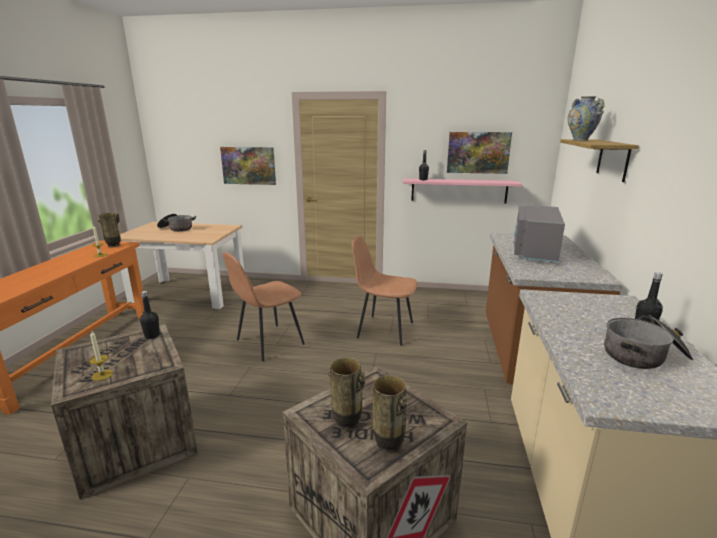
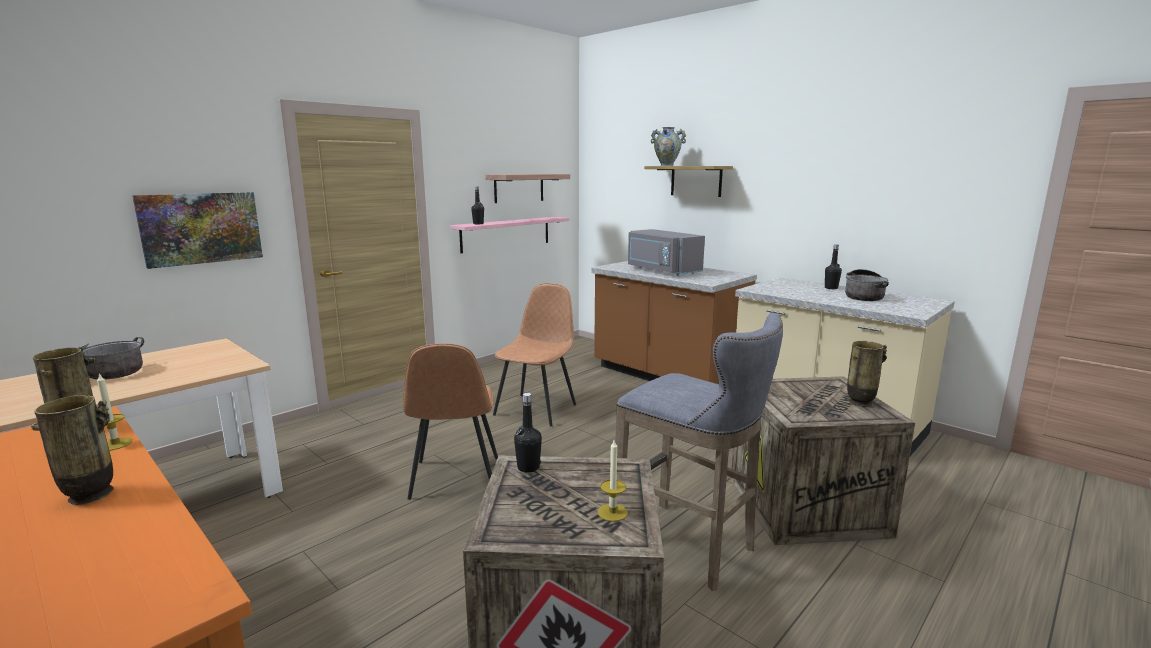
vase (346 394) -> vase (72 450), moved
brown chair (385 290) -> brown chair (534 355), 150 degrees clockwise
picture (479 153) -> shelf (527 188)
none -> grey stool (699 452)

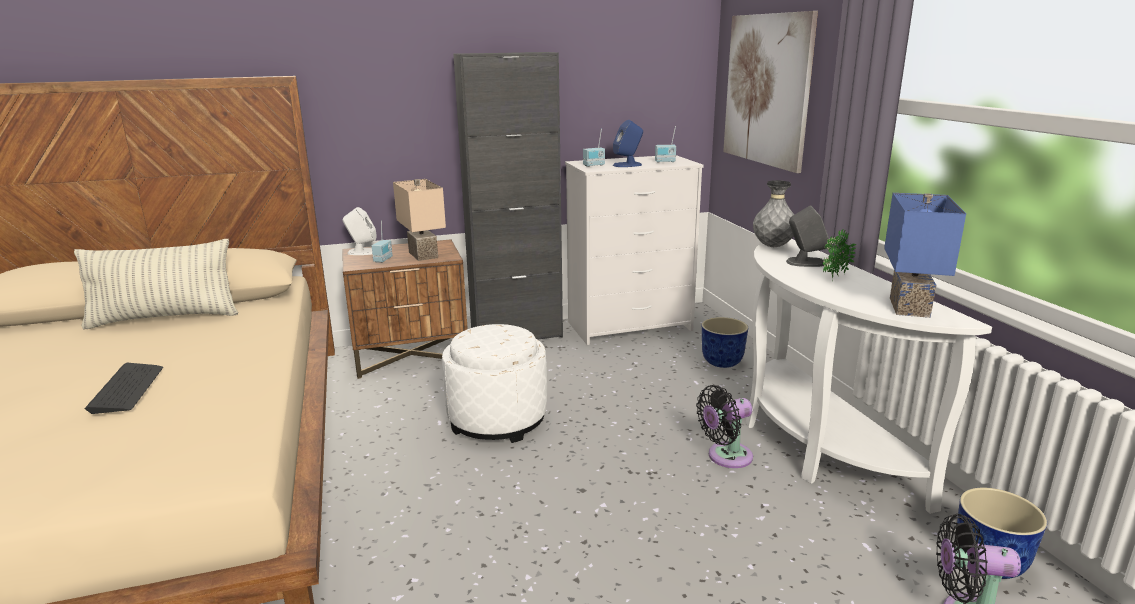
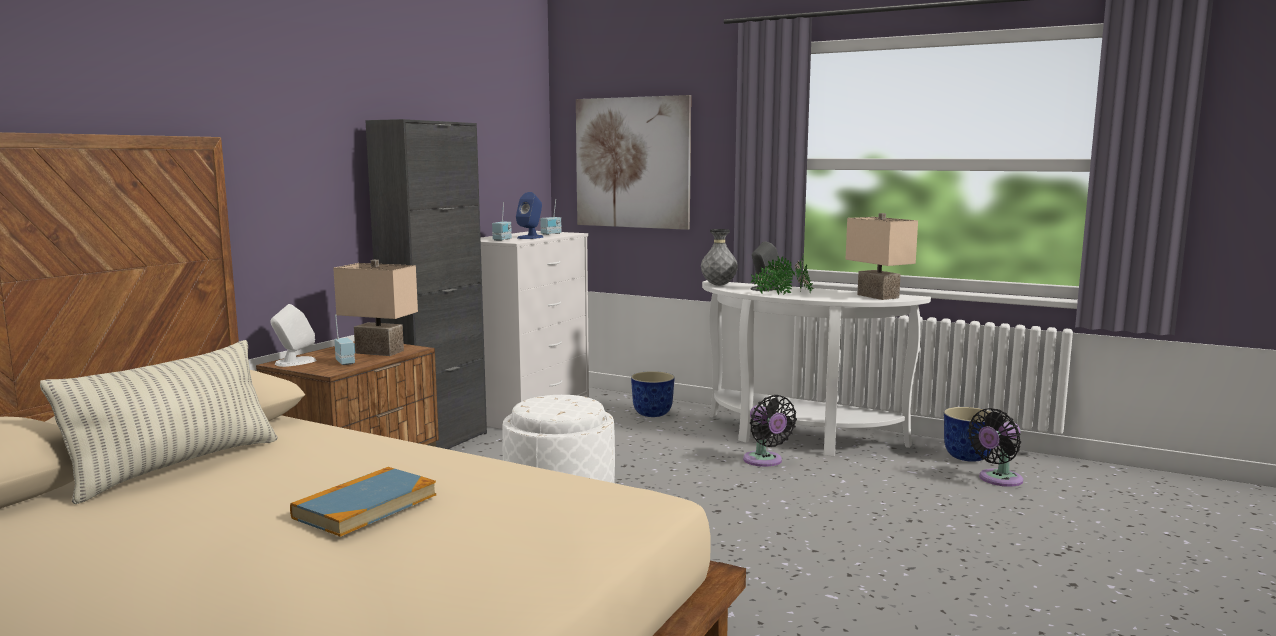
keyboard (123 388) -> book (363 502)
black fan (724 426) -> black fan (770 431), 45 degrees counterclockwise
blue table lamp (925 255) -> beige table lamp (882 256)
none -> potted plant (773 275)

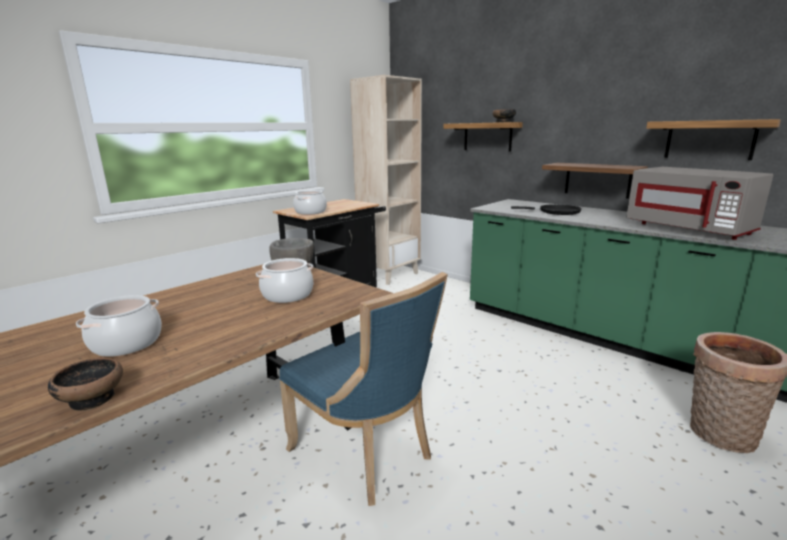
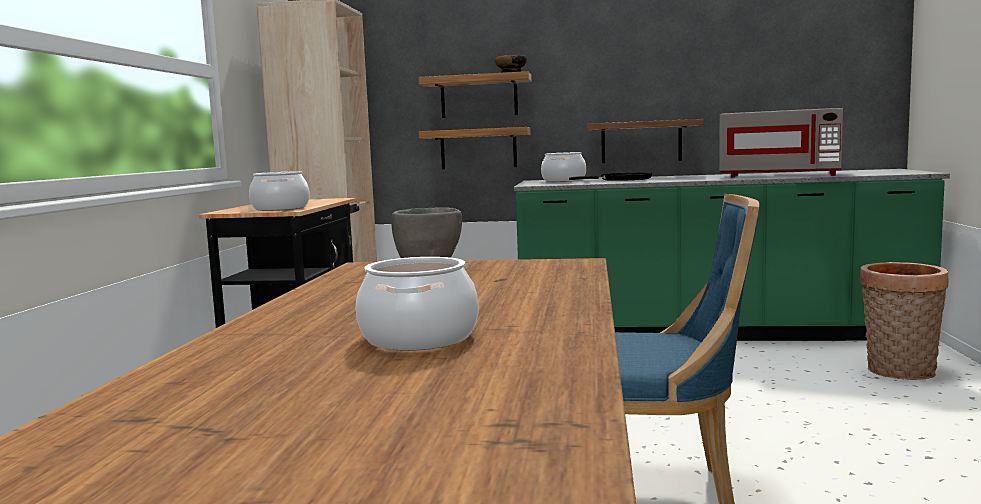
bowl (85 384) -> none
cooking pot (284 280) -> cooking pot (563 167), moved
shelf (713 139) -> shelf (474 148), moved

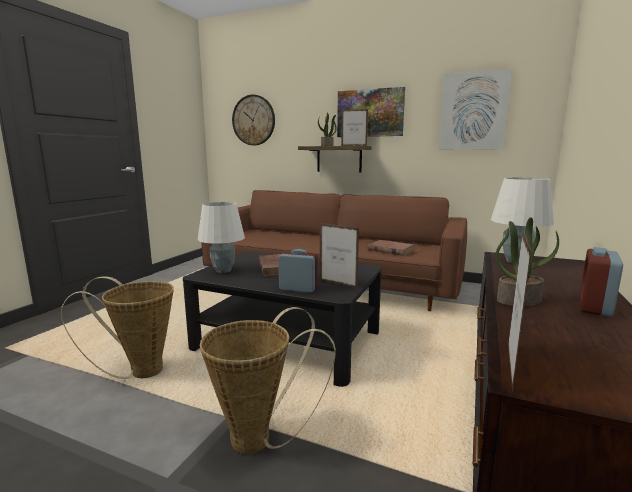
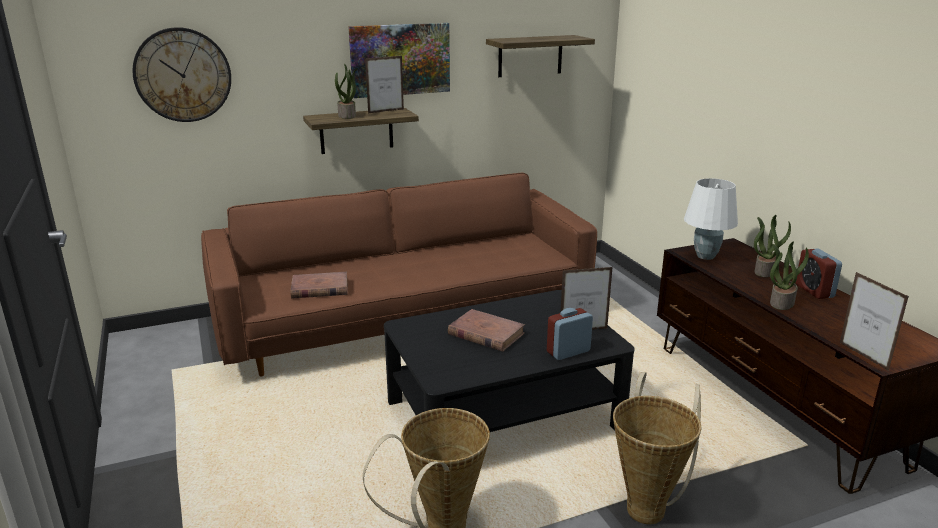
white table lamp (221 237) -> none
brown book (391 248) -> brown book (319 285), moved
picture (476 109) -> shelf (540 56)
none -> potted plant (772 246)

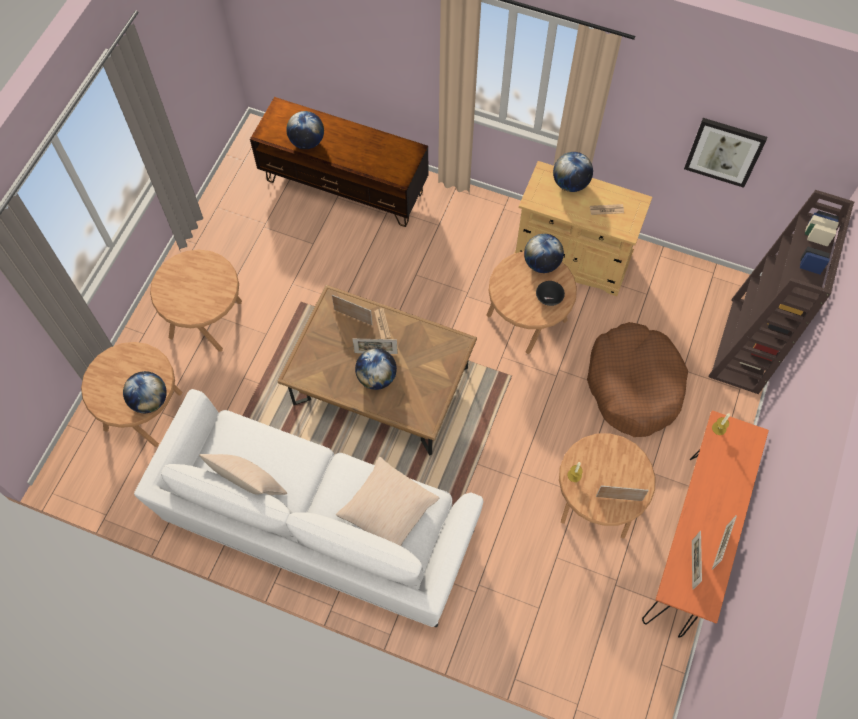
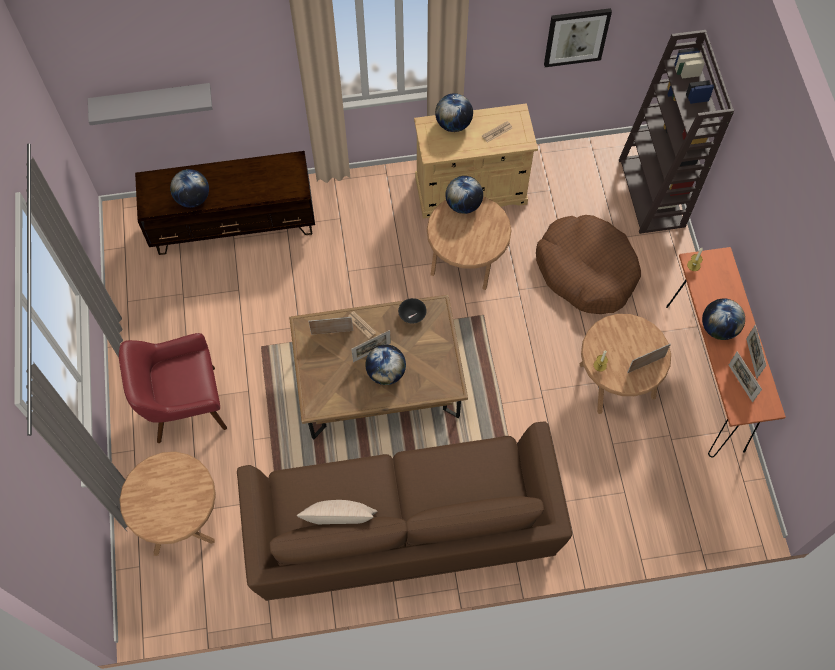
globe (145 392) -> globe (723 319), moved
white sofa (308 508) -> brown sofa (404 511)
brown side table (196 301) -> red armchair (173 388)
beige pillow (388 501) -> none
black bowl (550 293) -> black bowl (412 311), moved
none -> grey shelf (150 104)

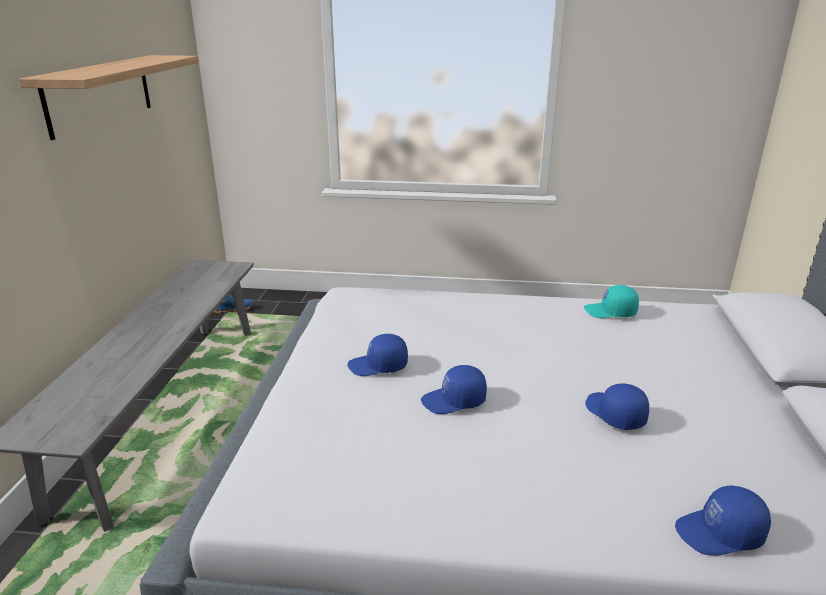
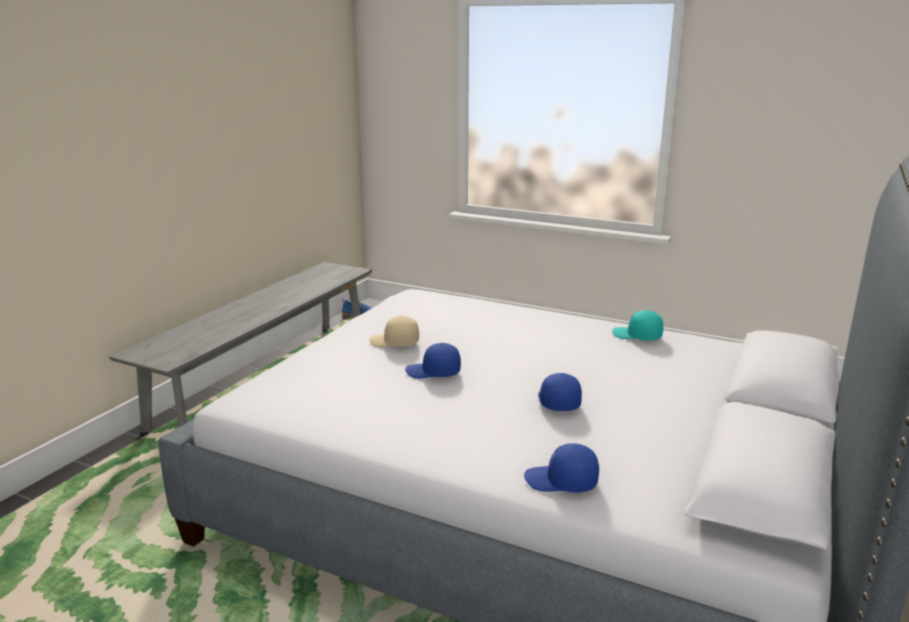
shelf (109 97) -> none
blue cap (377 355) -> beige cap (394 331)

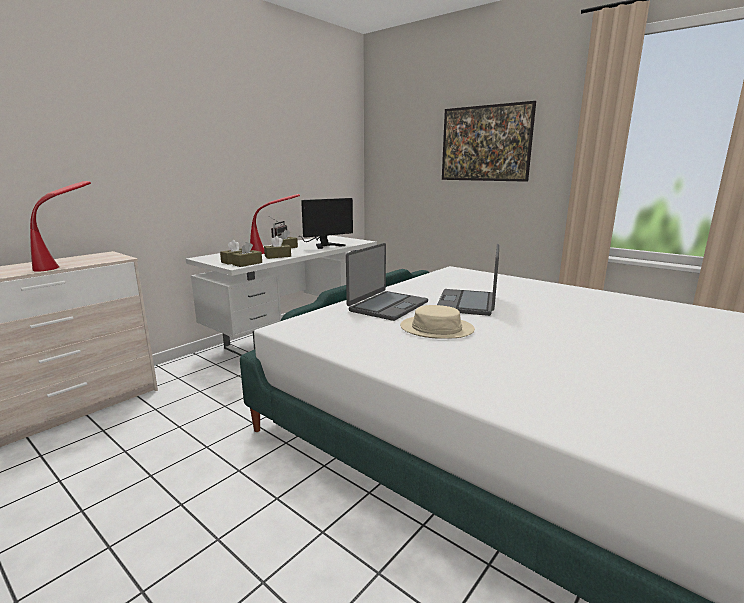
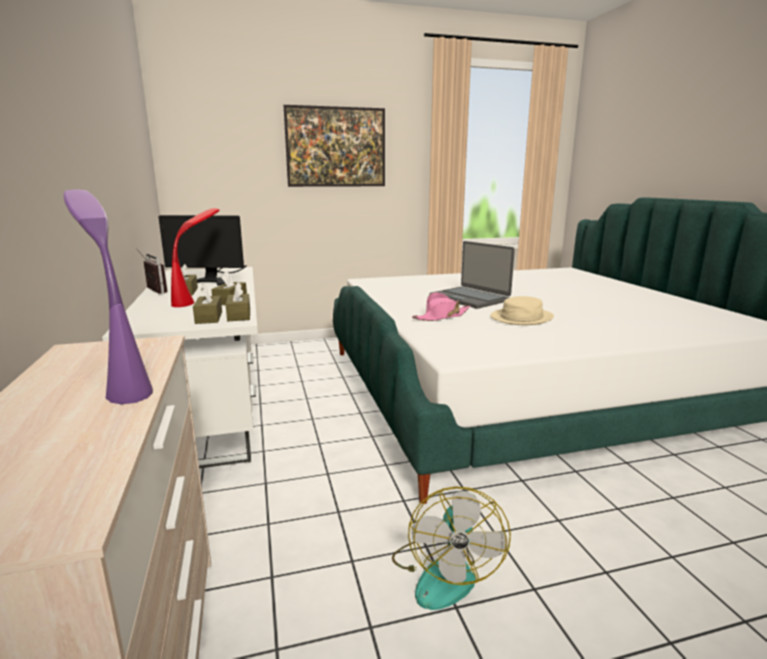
red table lamp (60 226) -> purple table lamp (108 296)
monitor (326 223) -> monitor (202 250), 90 degrees clockwise
laptop (387 282) -> pink hat (441 306)
none -> fan (451 548)

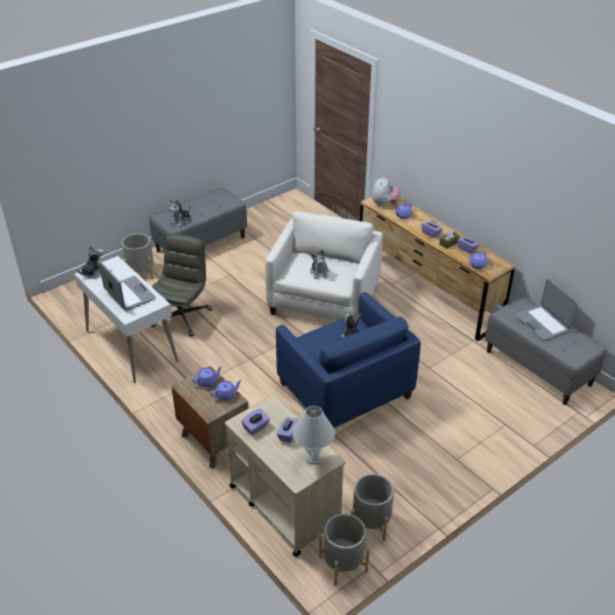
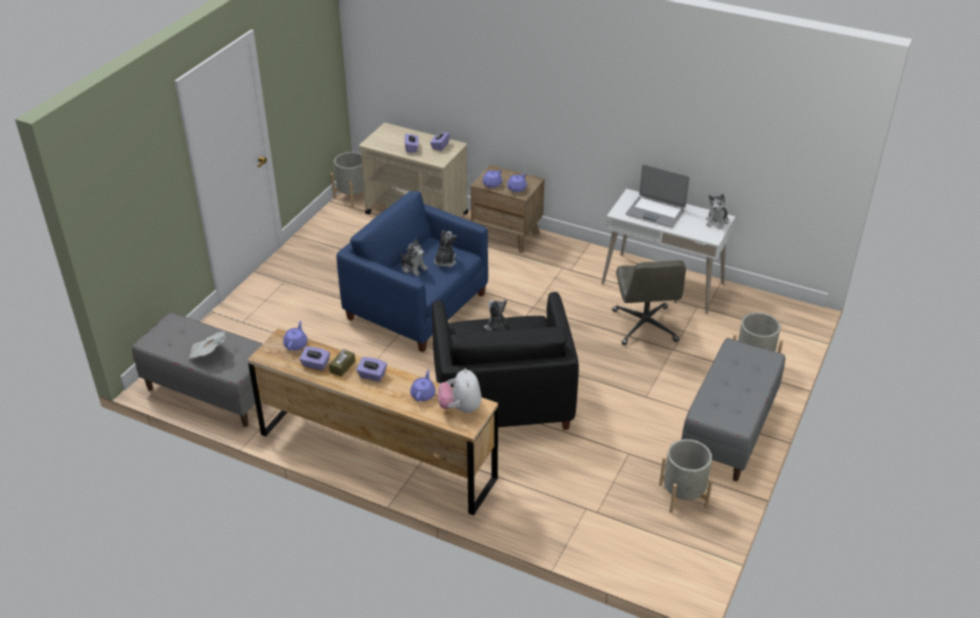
plush toy (179 213) -> plush toy (445 248), moved
white armchair (324 265) -> black armchair (505 361)
white table lamp (313 435) -> none
grey planter (372 507) -> grey planter (686 476), moved
laptop (546 310) -> newspaper (206 345)

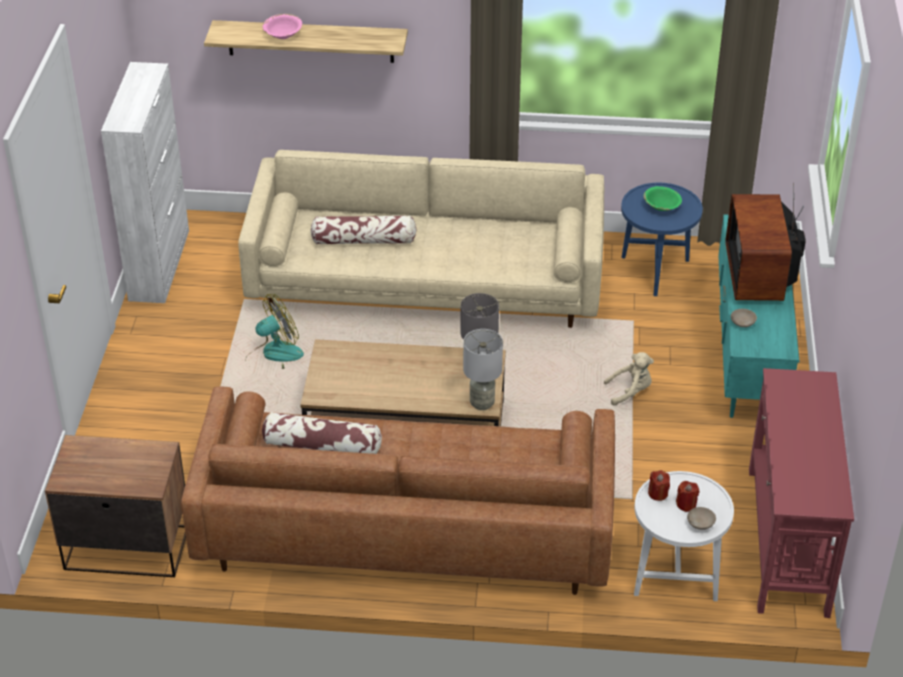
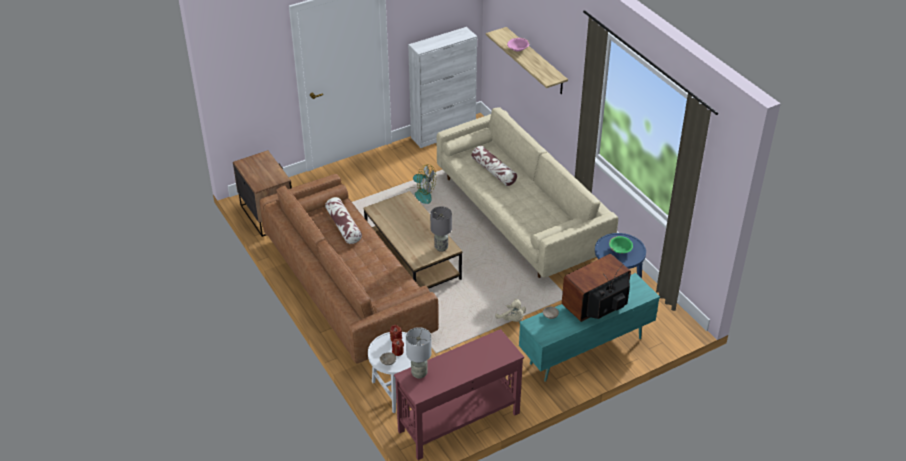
grey table lamp (483 369) -> grey table lamp (419 353), moved

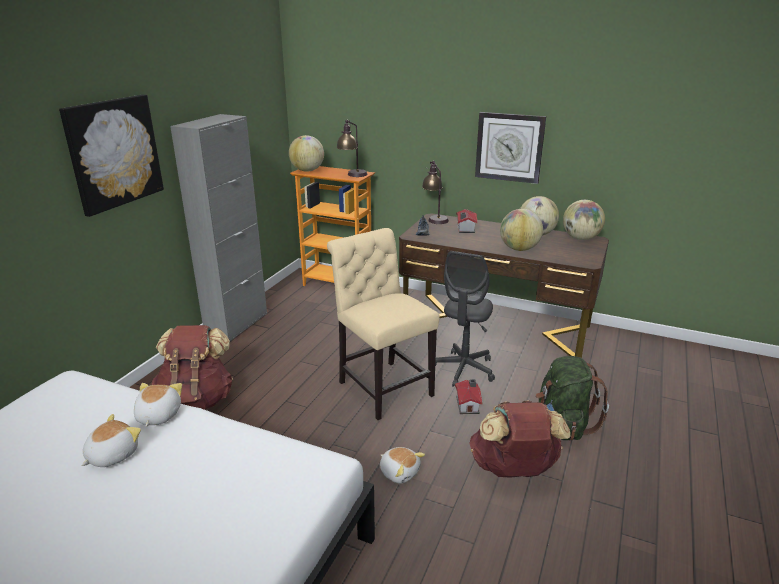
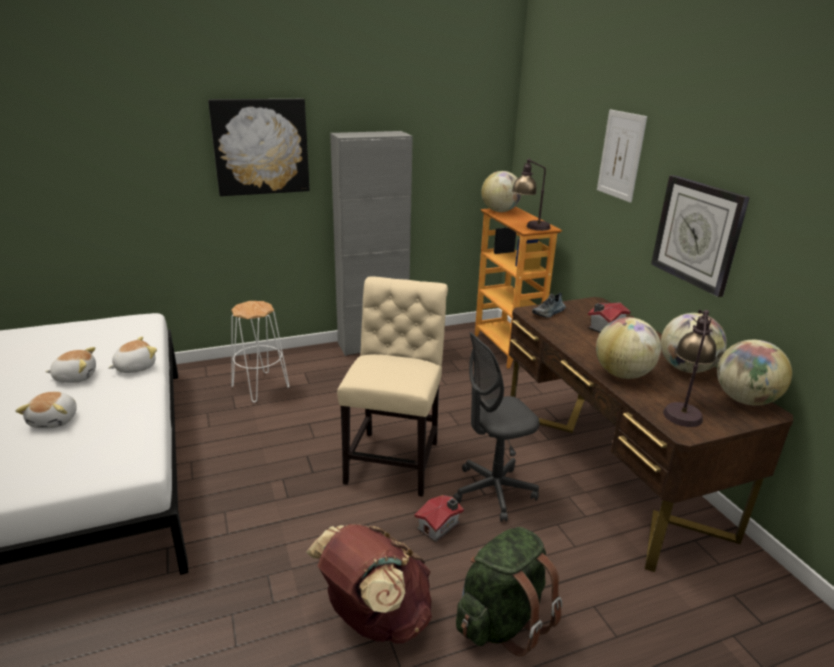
brown backpack (192 367) -> white stool (260 351)
plush toy (402 465) -> plush toy (46 410), moved
table lamp (435 192) -> table lamp (689 368), moved
none -> picture (622 156)

